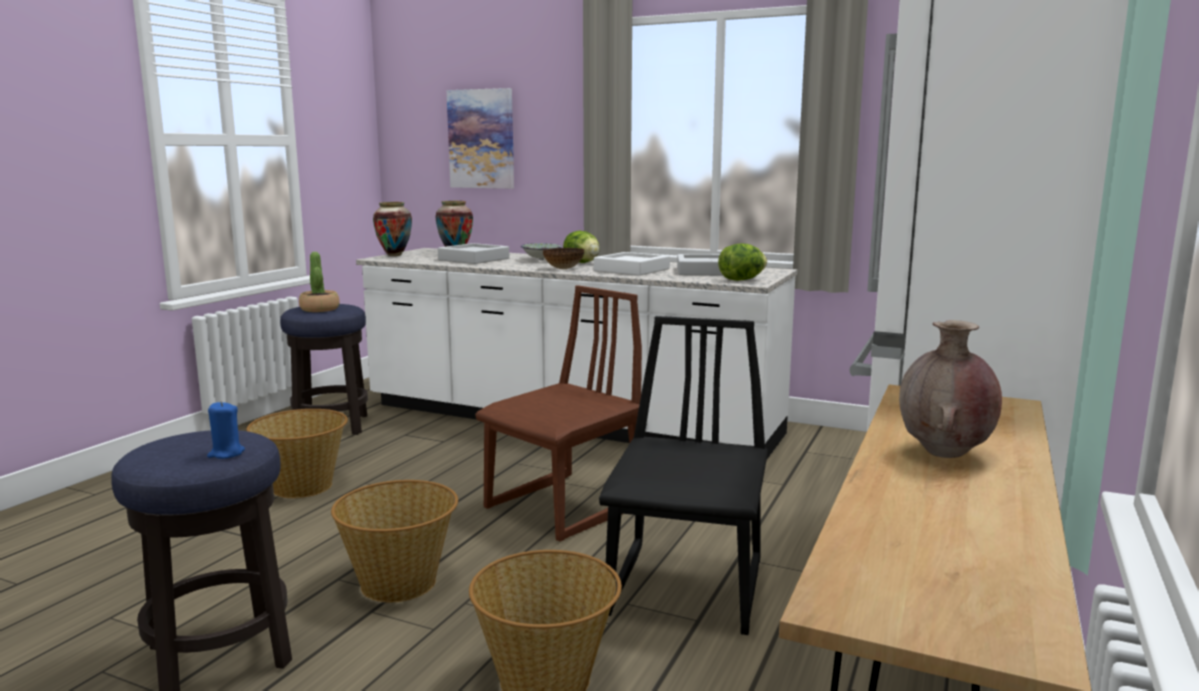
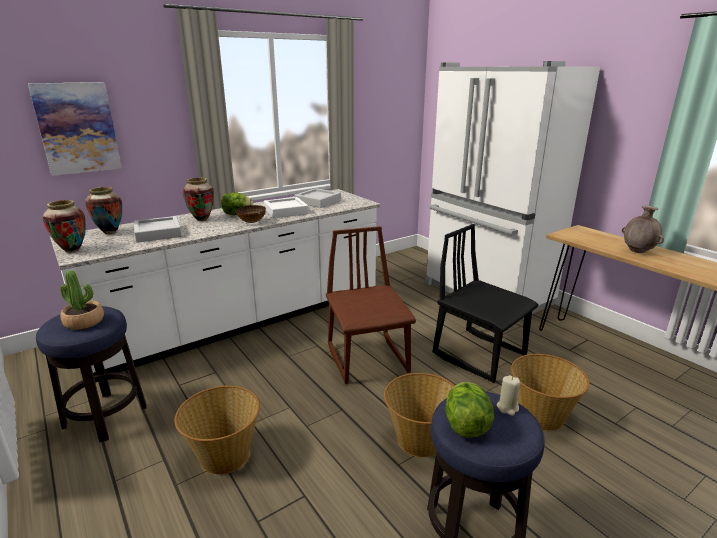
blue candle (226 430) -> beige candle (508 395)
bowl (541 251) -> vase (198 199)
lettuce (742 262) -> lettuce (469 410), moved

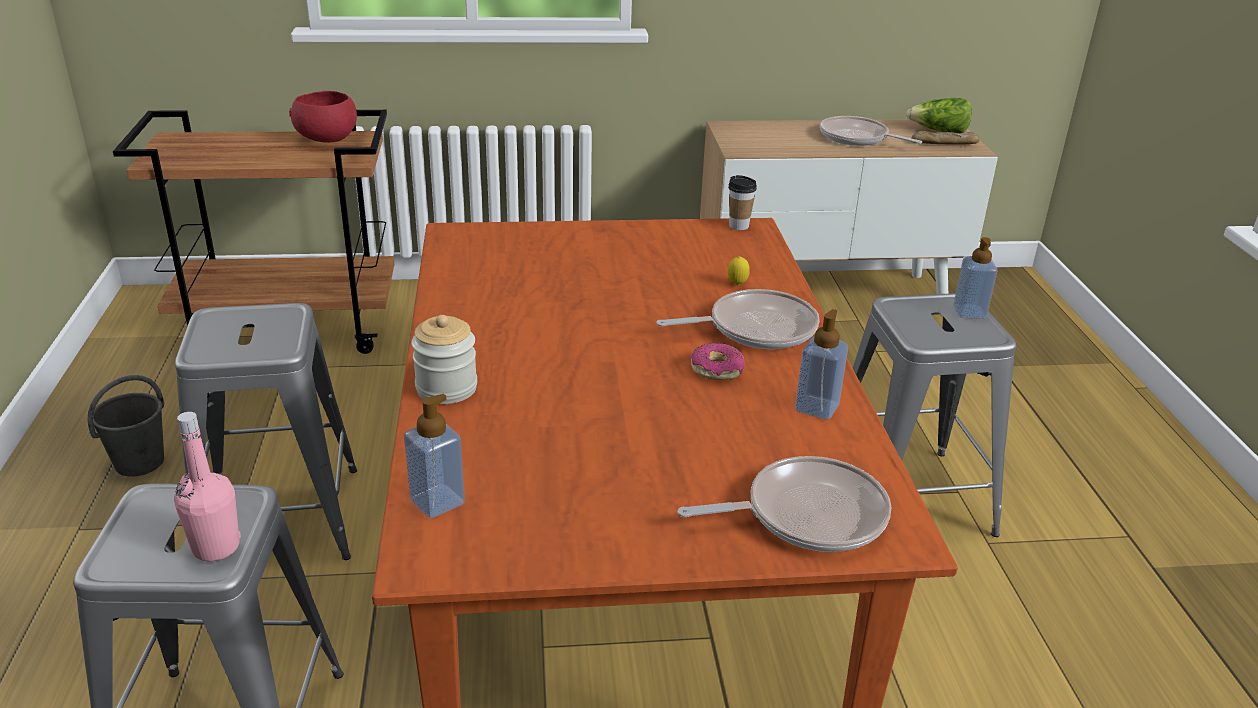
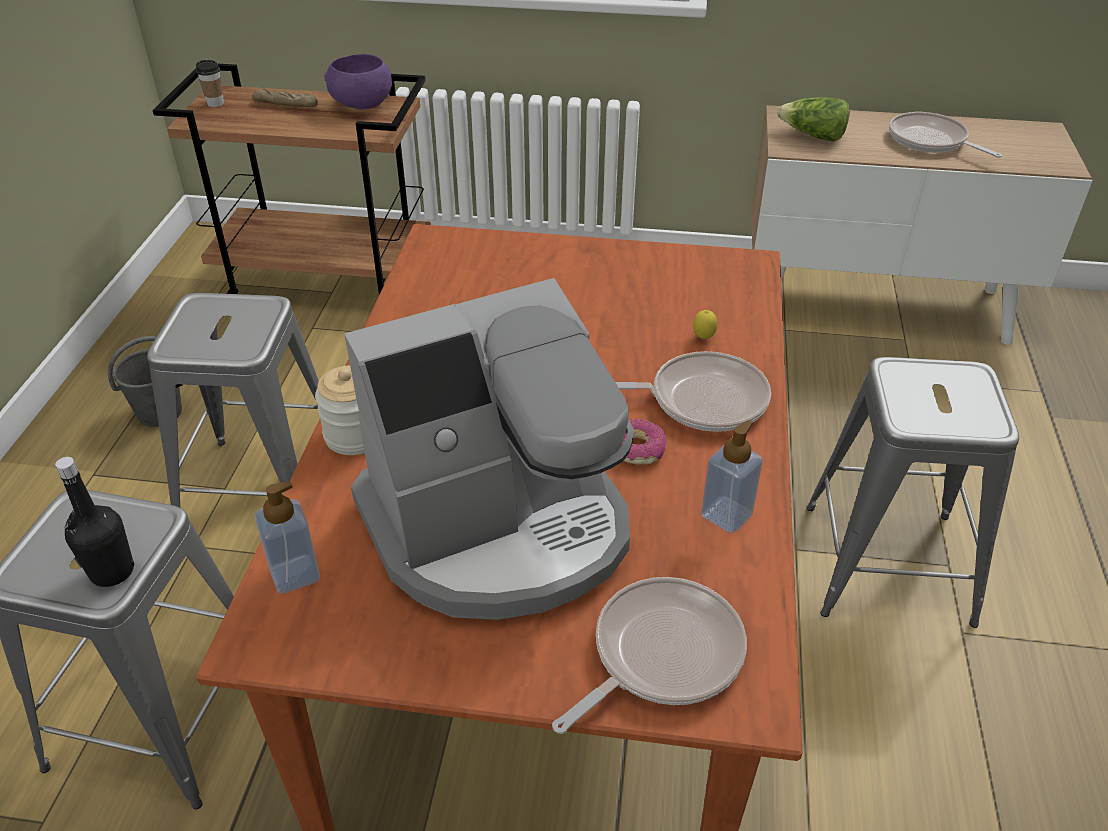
pink bottle (207 487) -> black bottle (94 522)
red bowl (323 117) -> purple bowl (358 82)
frying pan (785 504) -> frying pan (649 655), 45 degrees counterclockwise
cup (742 202) -> cup (210 83), moved
lettuce (939 115) -> lettuce (813 119), moved
bread (945 138) -> bread (285 98), moved
soap dispenser (975 278) -> none
none -> coffee machine (489 449)

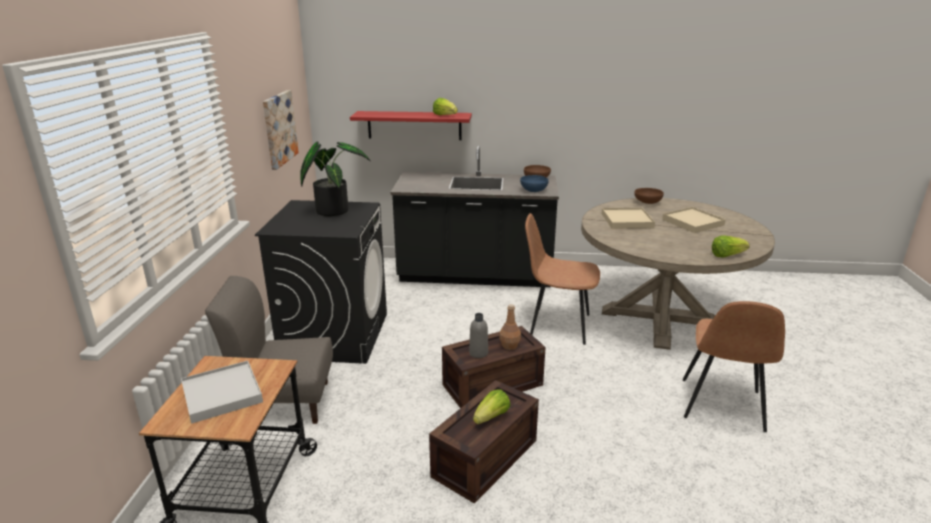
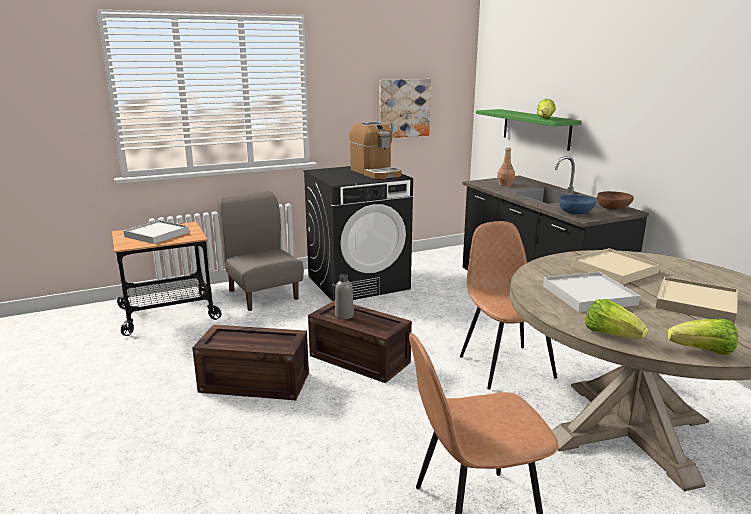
potted plant (335 178) -> coffee machine (376 150)
red shelf (411 125) -> green shelf (529 130)
lettuce (492 406) -> lettuce (702 337), moved
brown bottle (510 327) -> brown bottle (506 166), moved
brown bowl (649 196) -> none
none -> white tray (591 292)

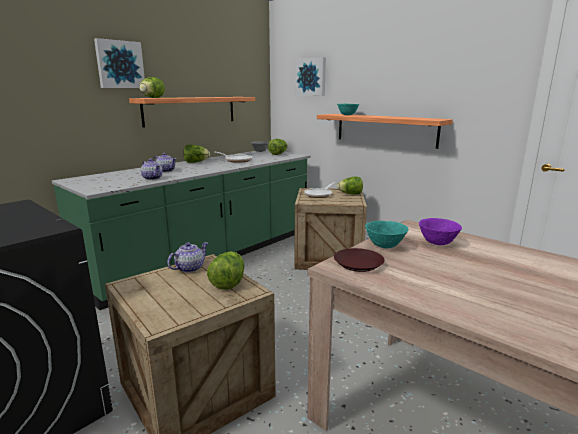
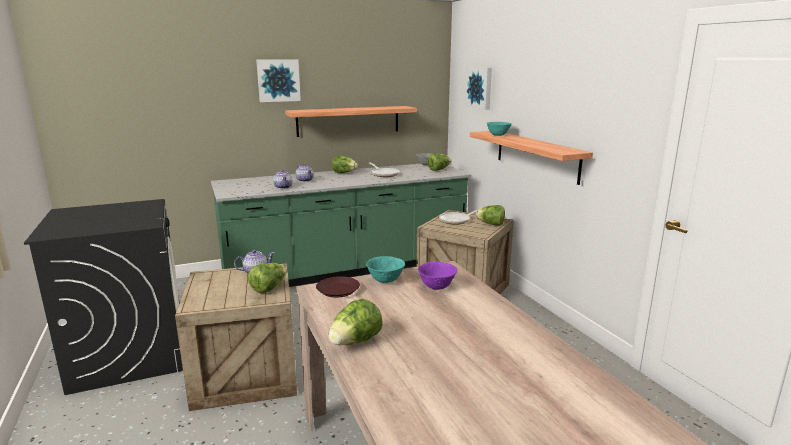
lettuce (152 87) -> lettuce (356 322), moved

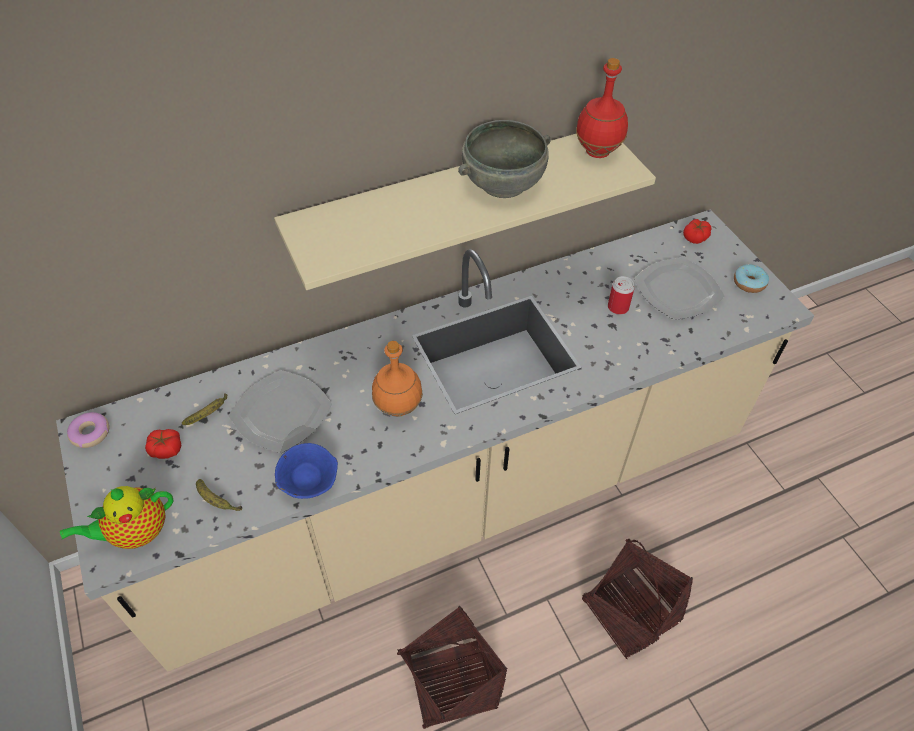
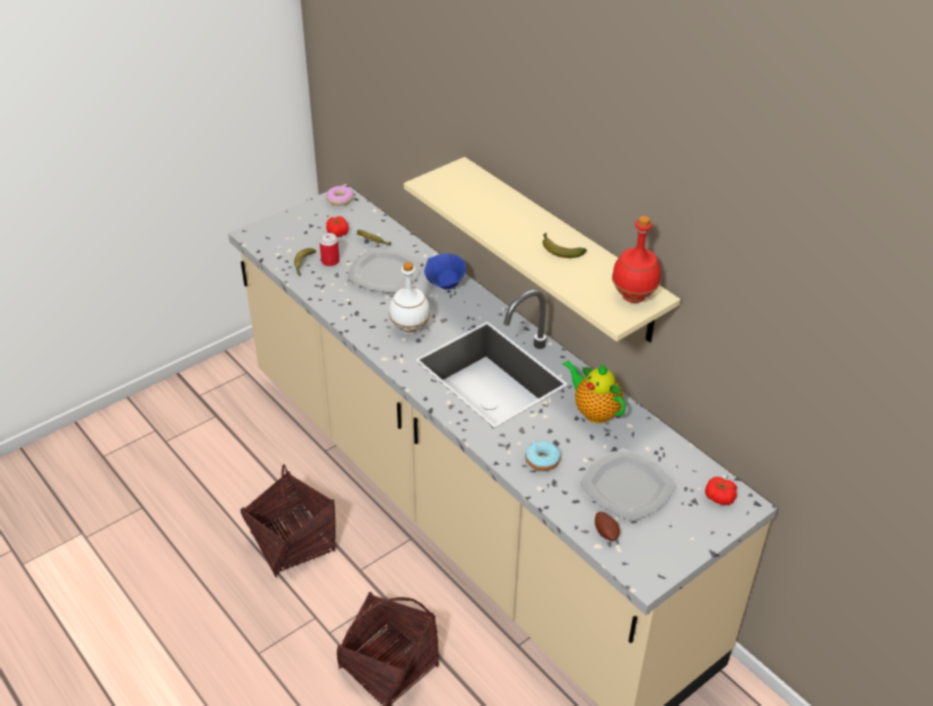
teapot (116 517) -> teapot (594 391), moved
blue bowl (306 471) -> blue bowl (445 272), moved
orange bottle (397 379) -> white bottle (409 298)
grey bowl (504 159) -> banana (564 245)
can (621 295) -> can (329 249), moved
donut (751 278) -> donut (543 456), moved
none -> potato (607 526)

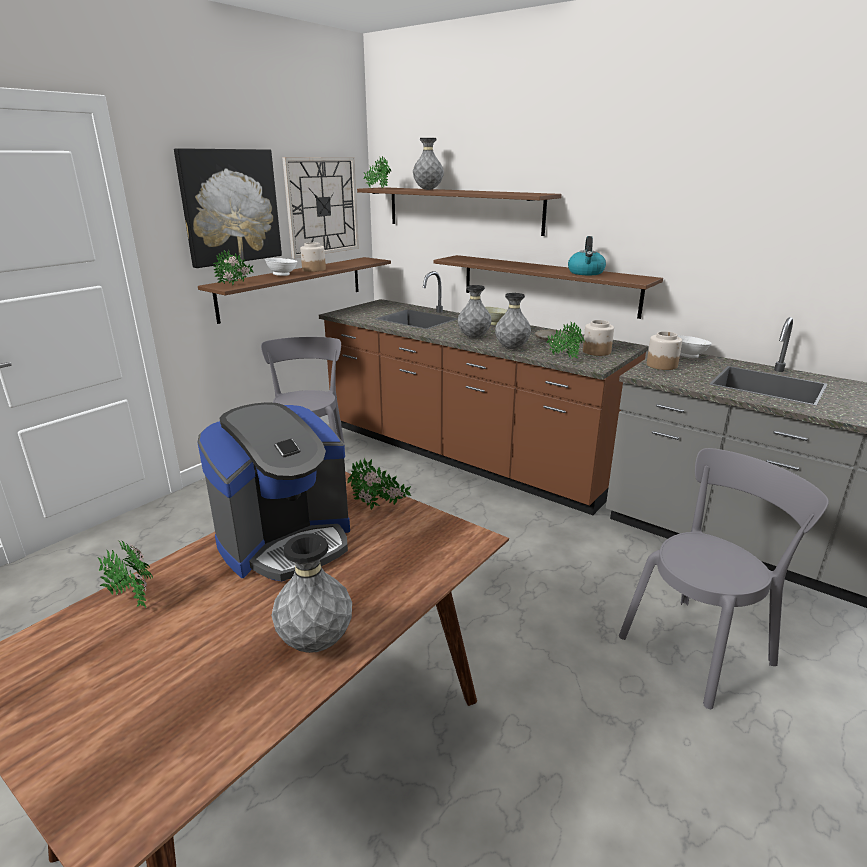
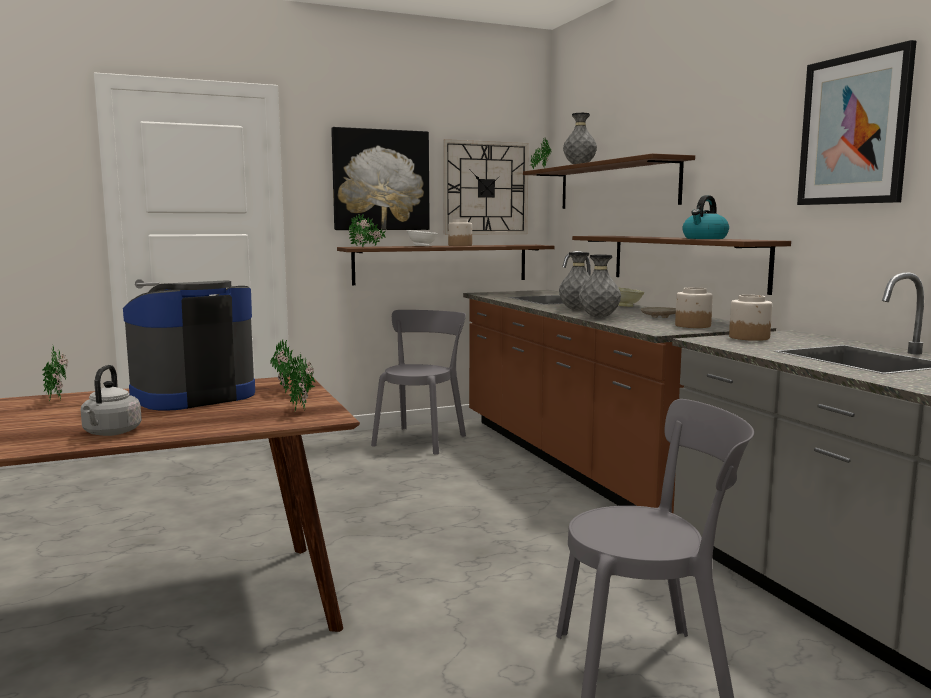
coffee machine (273 491) -> coffee machine (189 345), 150 degrees clockwise
grey vase (312 593) -> grey kettle (111 400)
potted plant (565 340) -> potted plant (301 382), moved
white bowl (694 346) -> none
none -> picture (856 122)

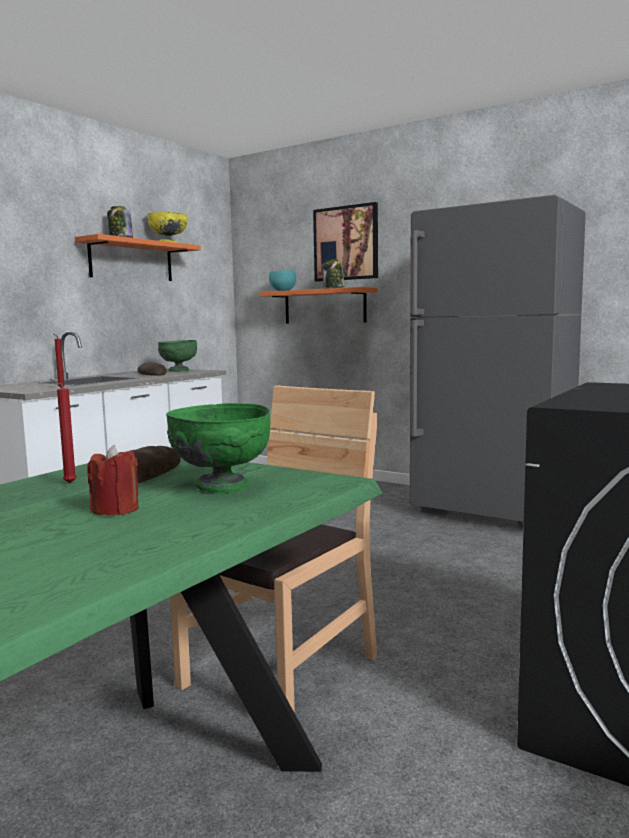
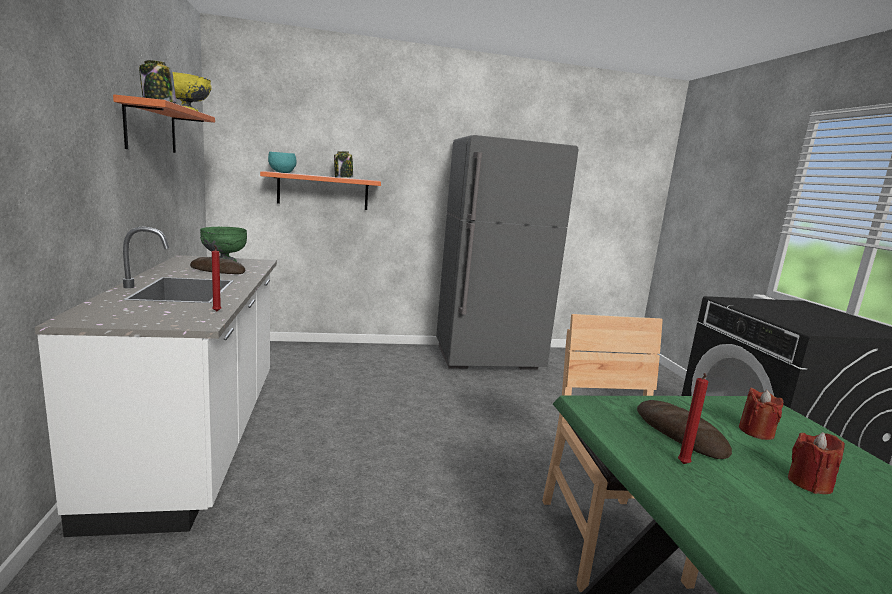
green bowl (218 448) -> red candle (761 414)
picture (345 242) -> none

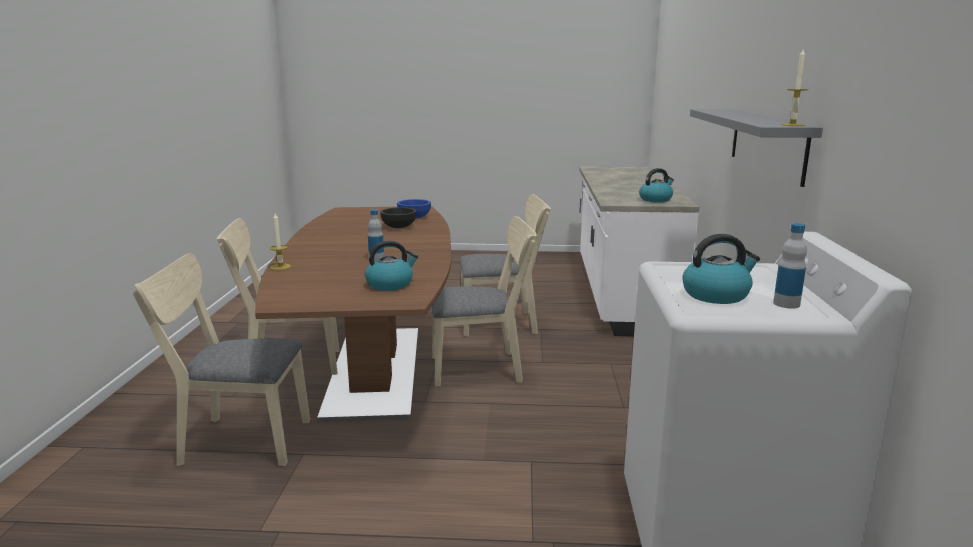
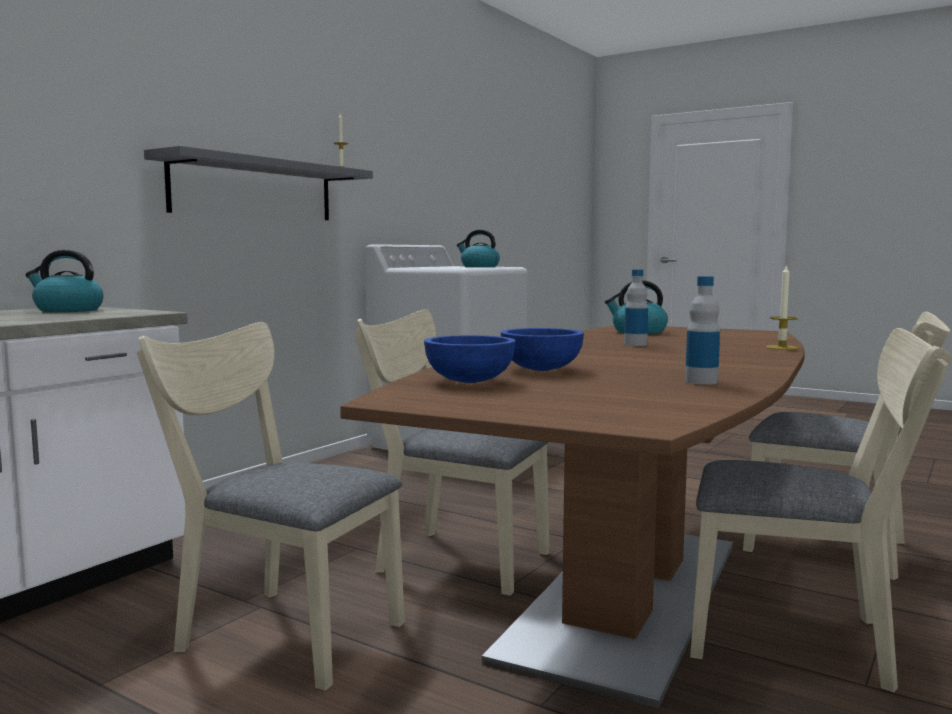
black bowl (398 217) -> blue bowl (542 349)
bottle (790 266) -> bottle (702 330), moved

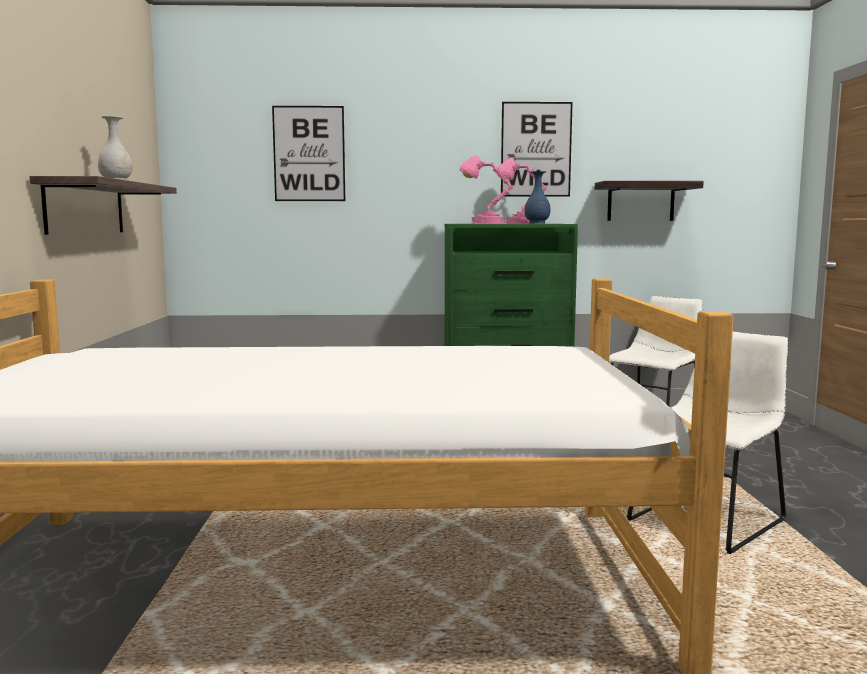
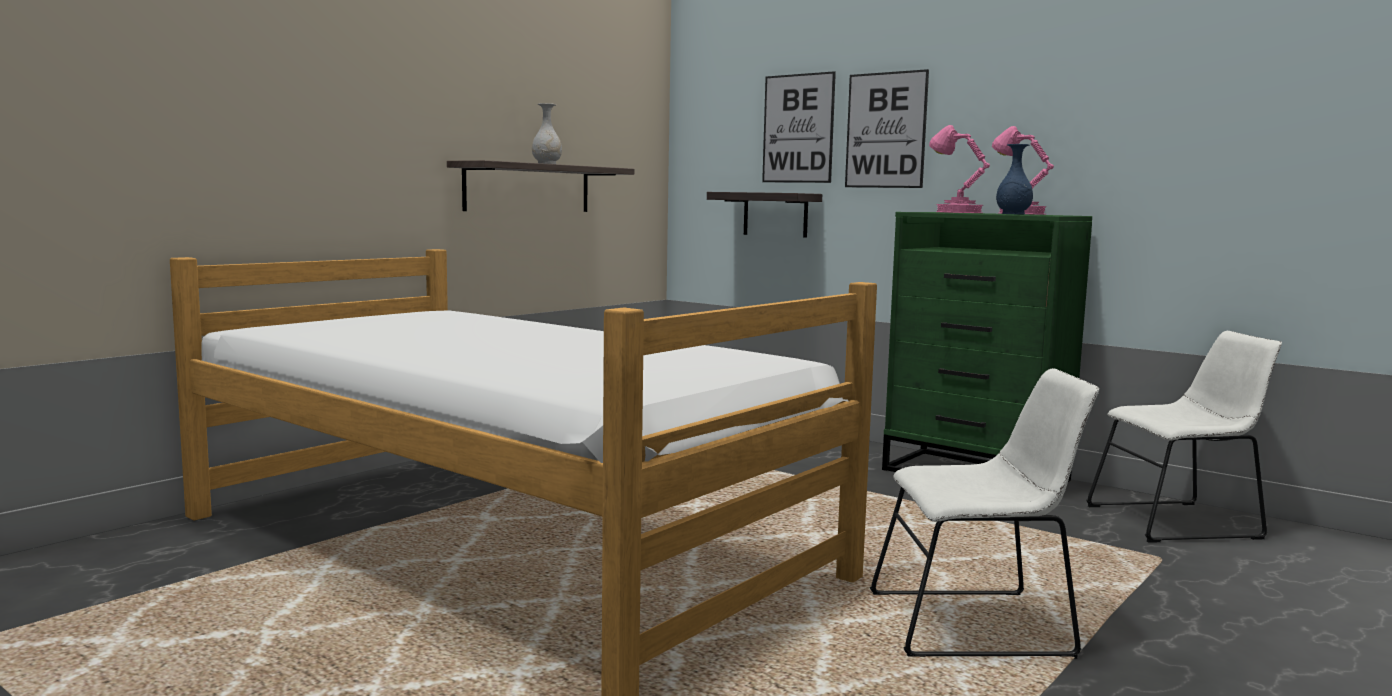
picture (537 149) -> picture (887 128), moved
shelf (649 201) -> shelf (764 215), moved

